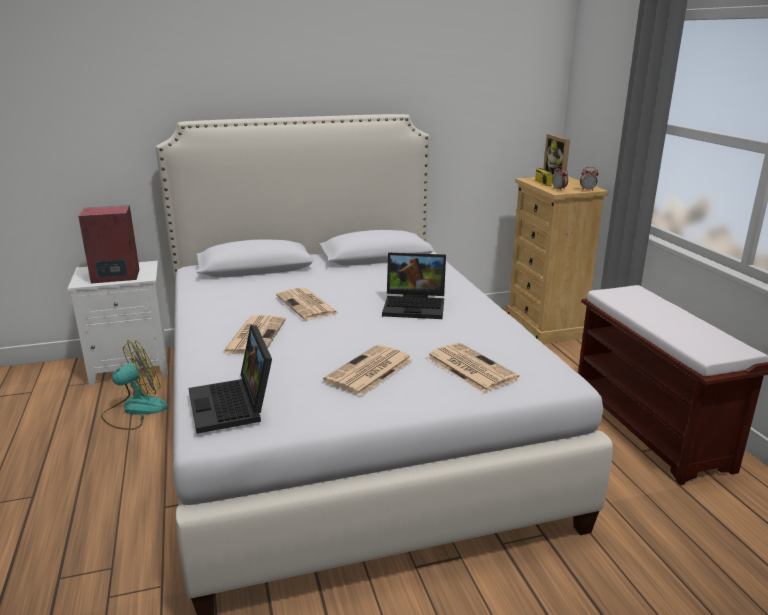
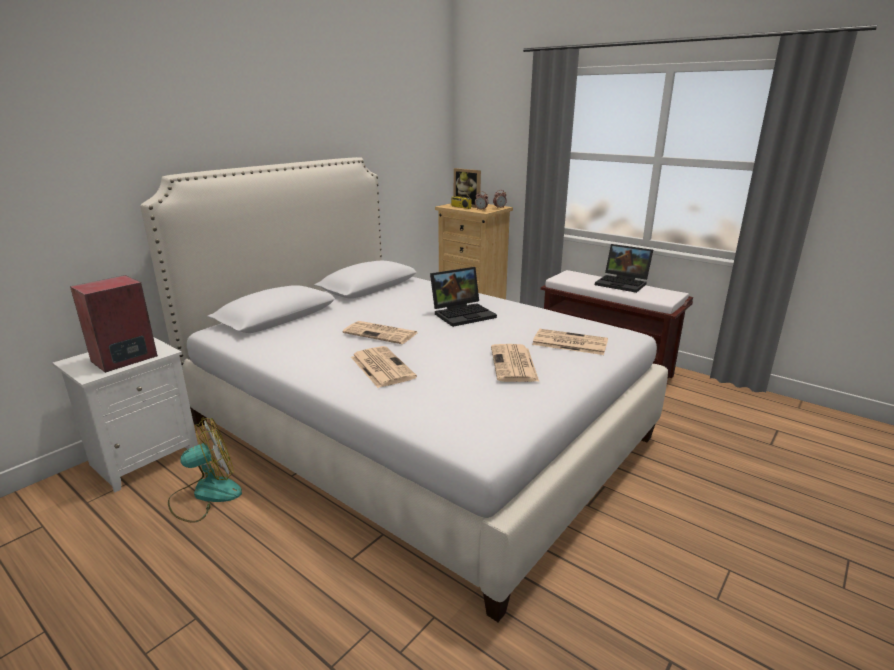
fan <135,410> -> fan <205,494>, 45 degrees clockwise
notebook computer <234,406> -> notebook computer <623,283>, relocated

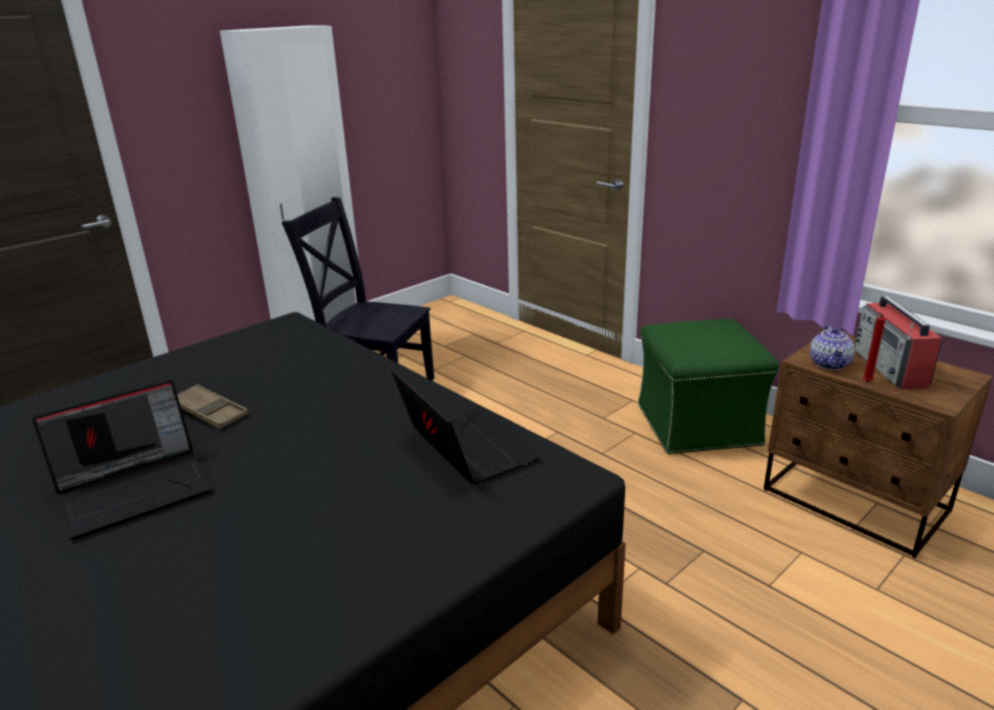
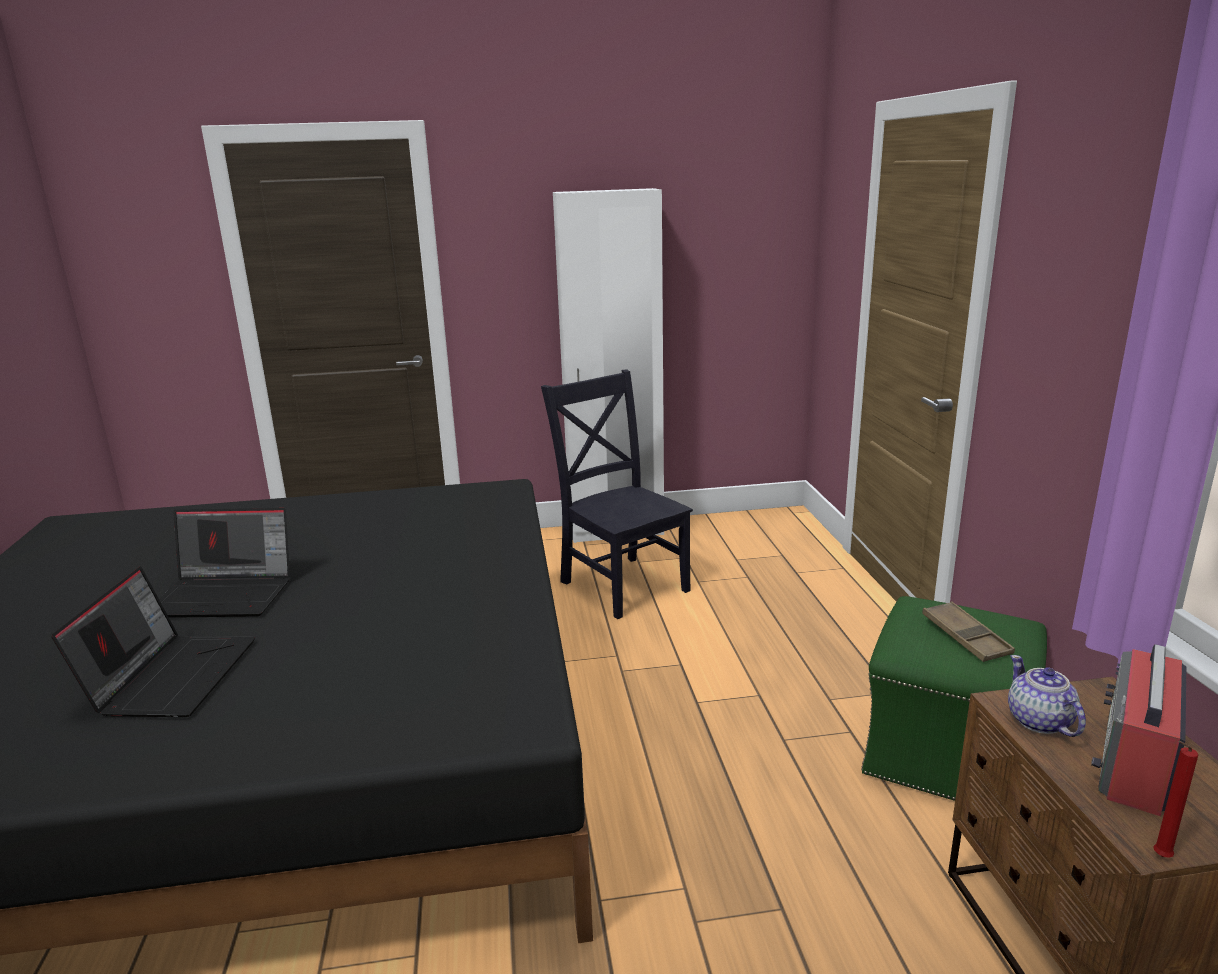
brown-coloured carrying tray <209,412> -> brown-coloured carrying tray <965,637>, relocated
notebook computer <464,448> -> notebook computer <171,675>, relocated
pot for tea <829,363> -> pot for tea <1039,721>, 120 degrees clockwise
red wax light <866,382> -> red wax light <1159,857>, relocated

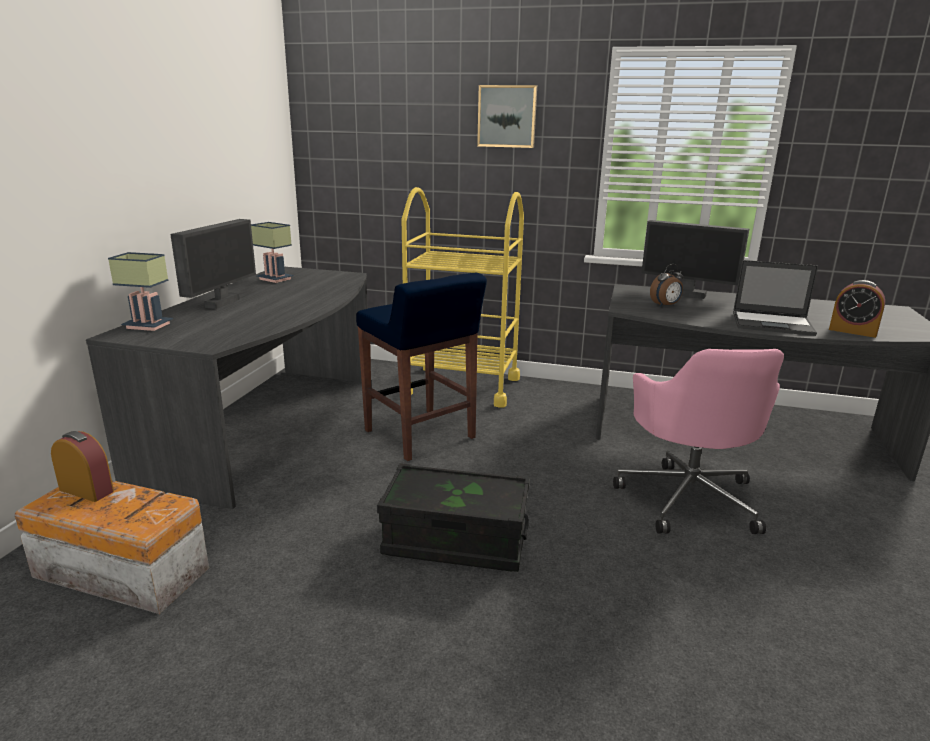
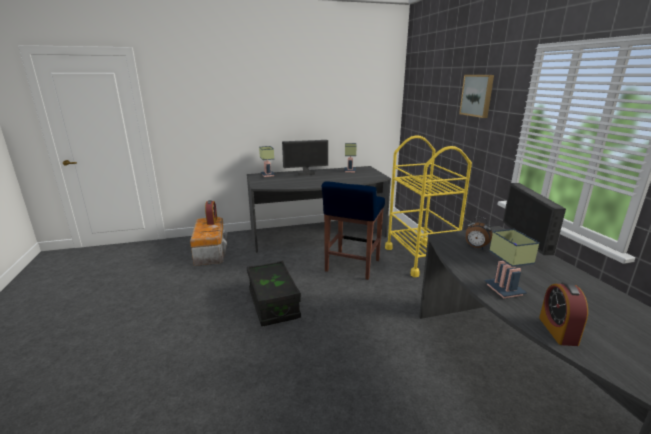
pinkish desk chair <688,497> -> none
notebook computer <773,324> -> lamp for a table <506,290>

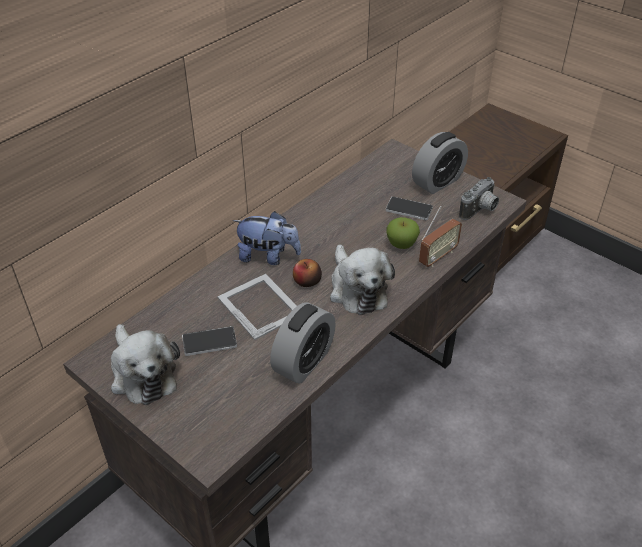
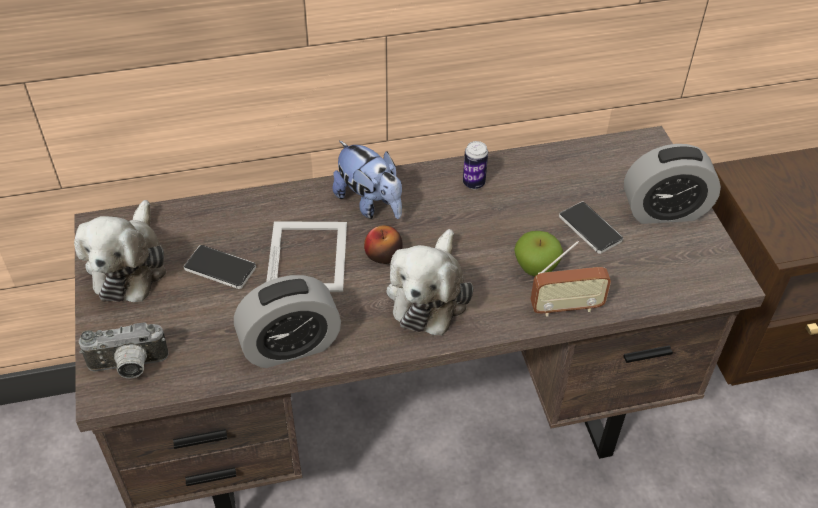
still camera <480,211> -> still camera <128,367>, relocated
none -> metal can <473,183>

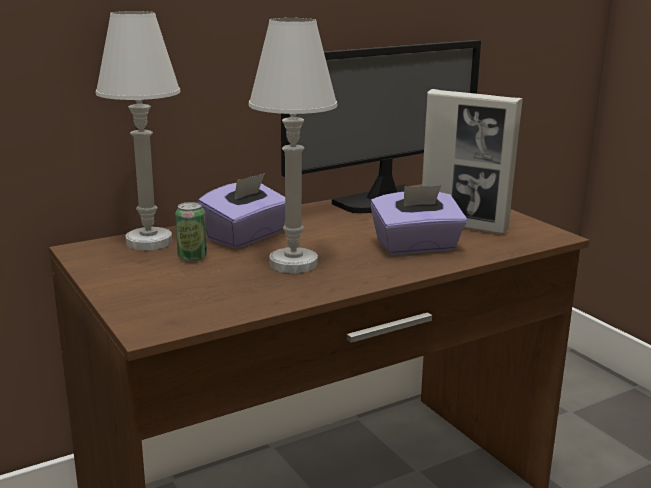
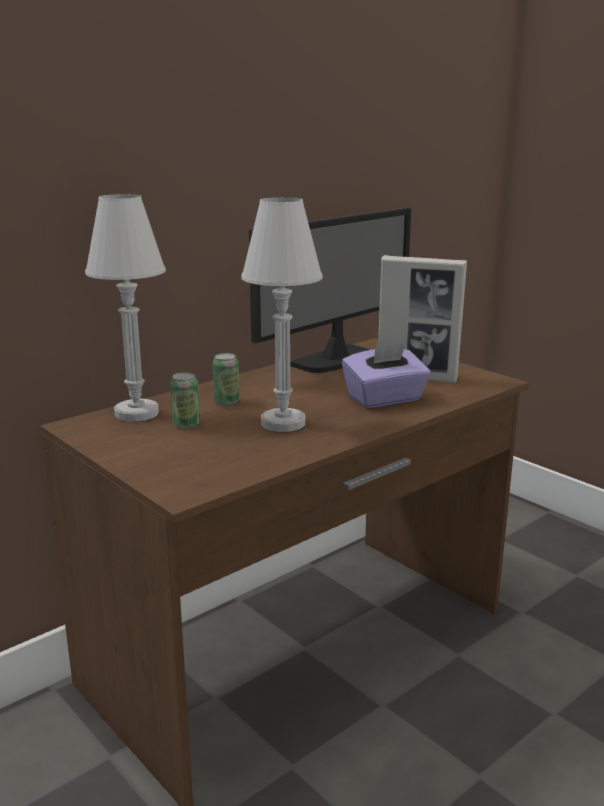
purple box of tissues <246,237> -> metal can <226,401>

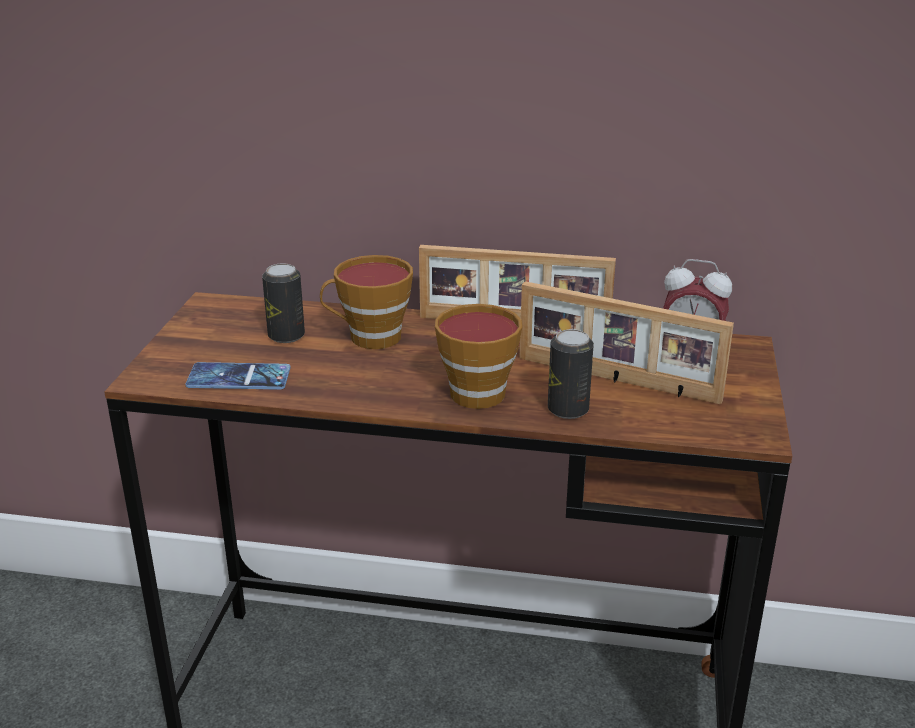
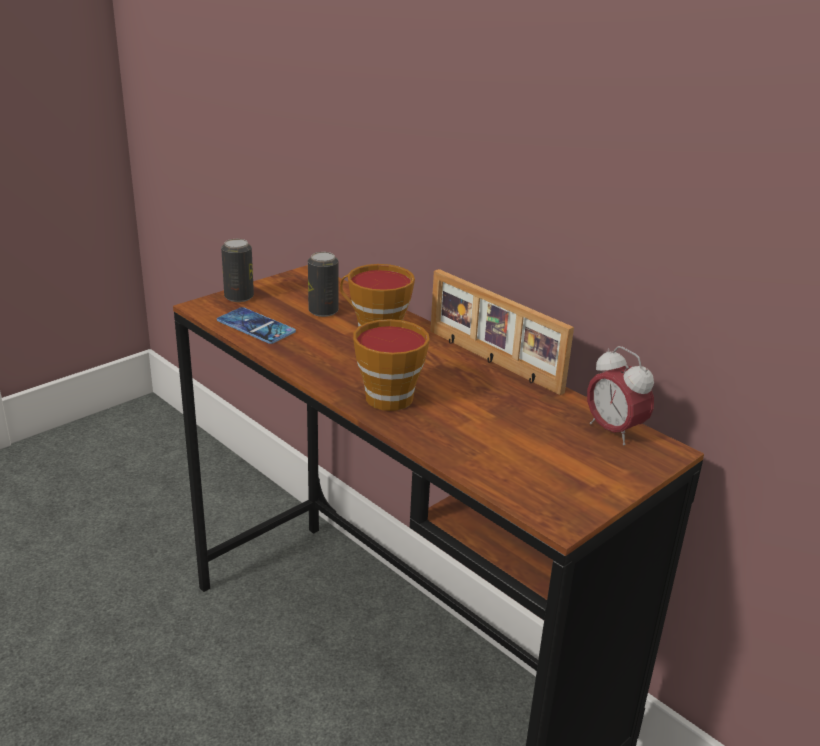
picture frame <616,380> -> none
metal can <568,410> -> metal can <239,297>, relocated

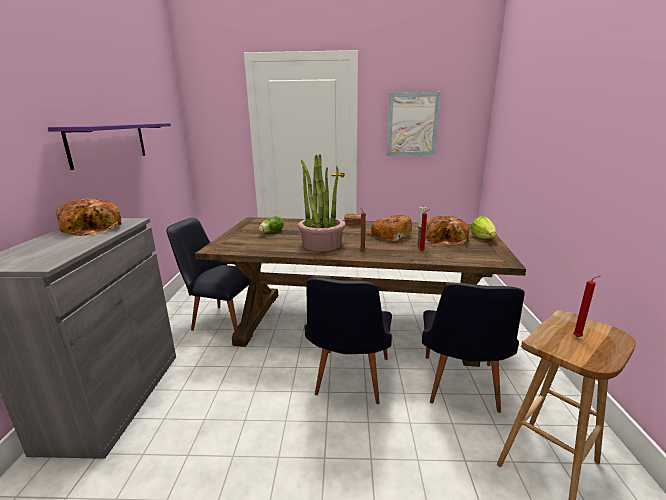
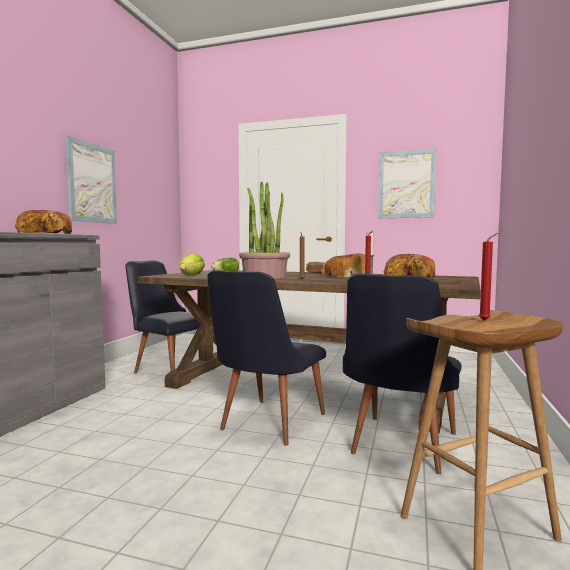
purple shelf <109,143> -> picture <92,183>
head of lettuce <483,238> -> head of lettuce <191,276>, relocated

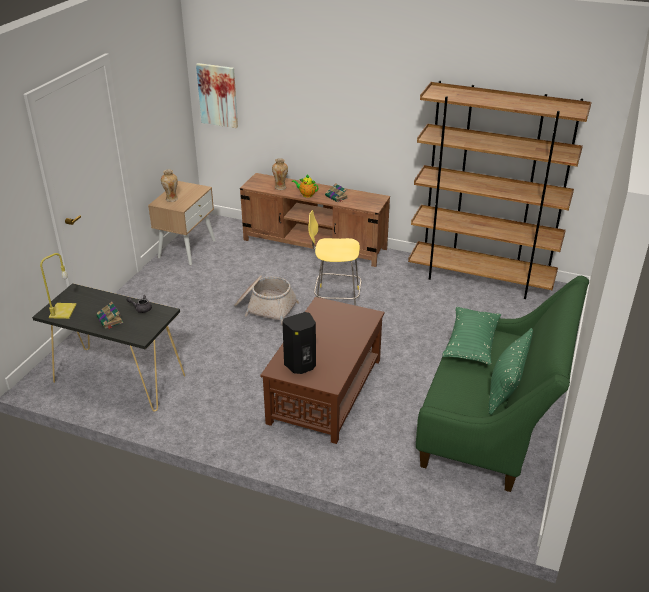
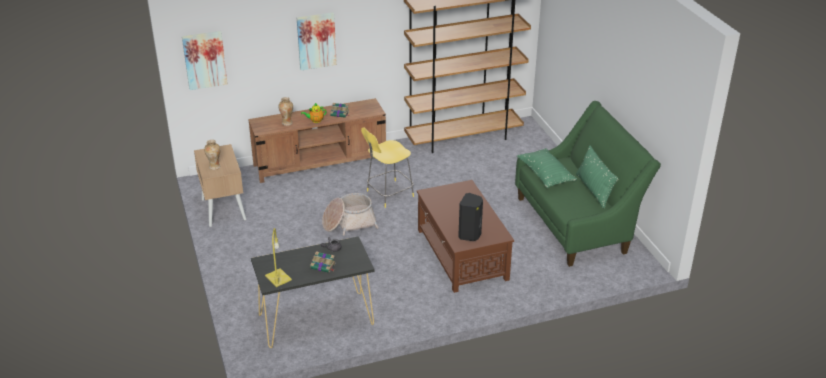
none -> picture <316,41>

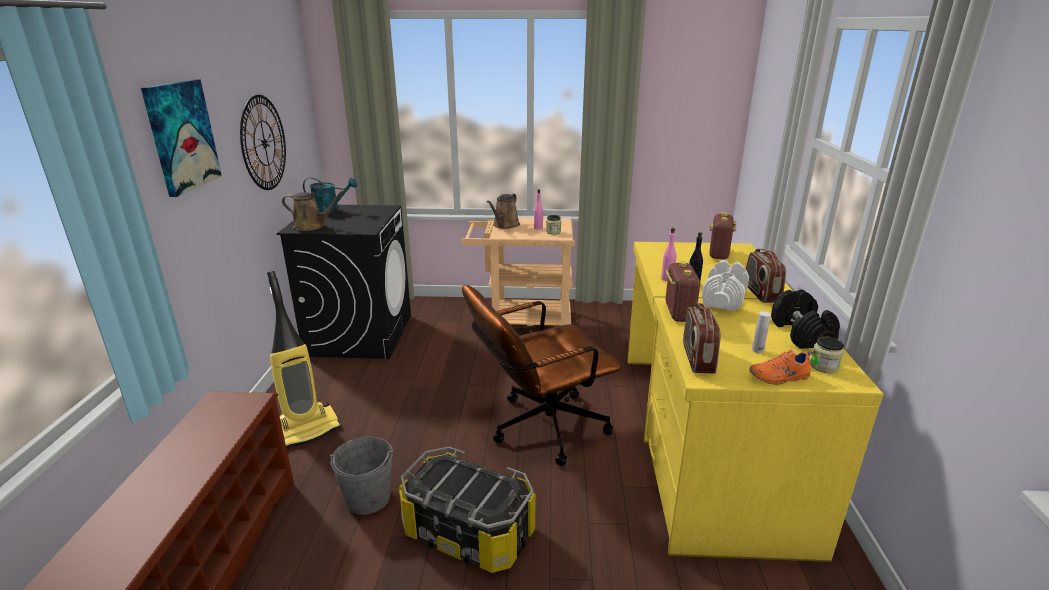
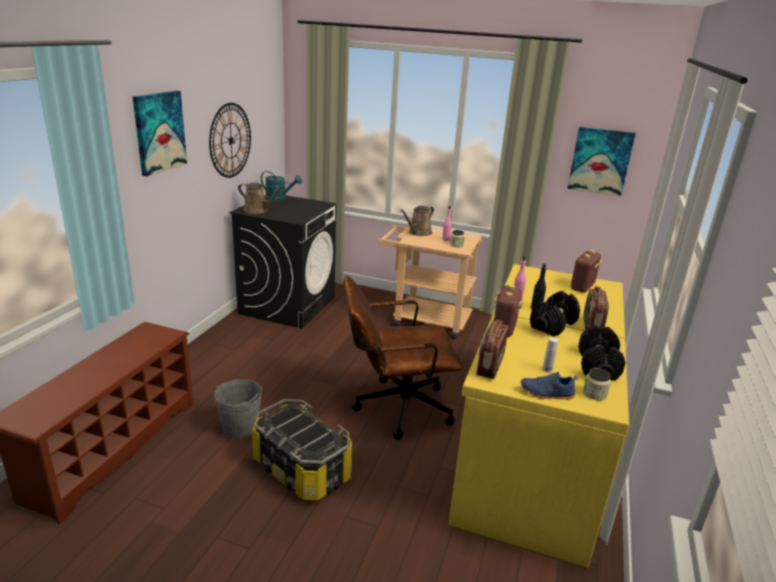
hoover <307,430> -> none
white-coloured free weight <723,299> -> blackish free weight <553,325>
orange shoe <779,378> -> blue shoe <547,394>
none -> picture <600,161>

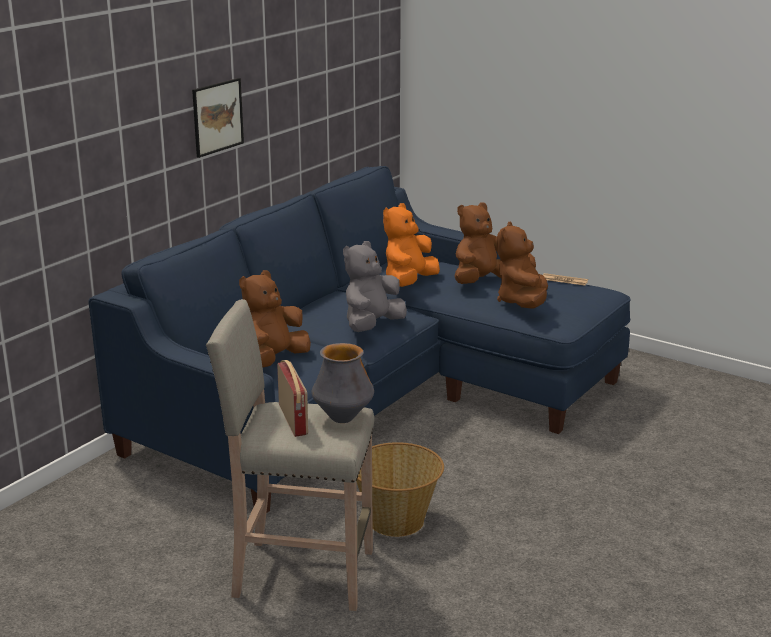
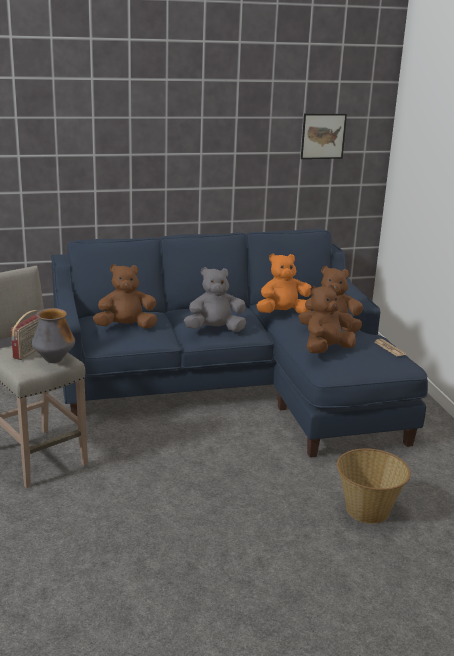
picture <217,117> -> picture <323,136>, relocated
basket <397,521> -> basket <367,510>, relocated

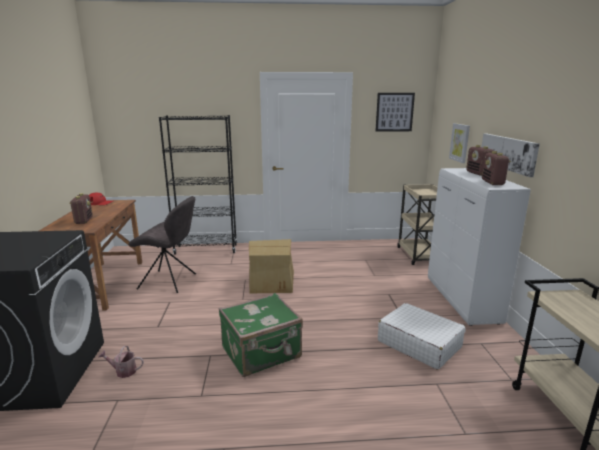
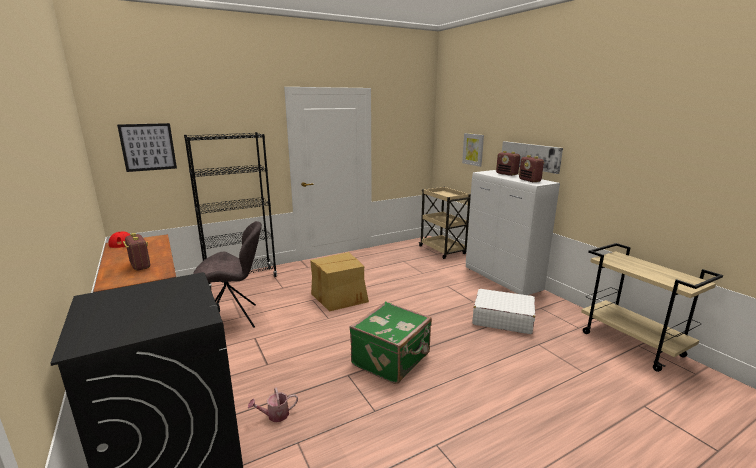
picture <394,112> -> picture <148,147>, relocated

